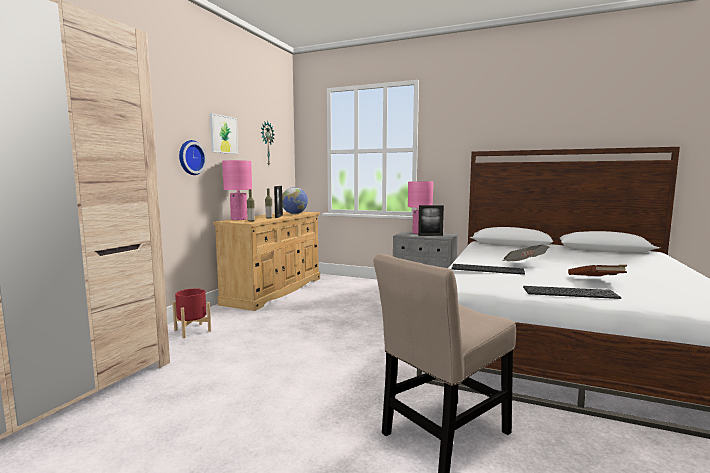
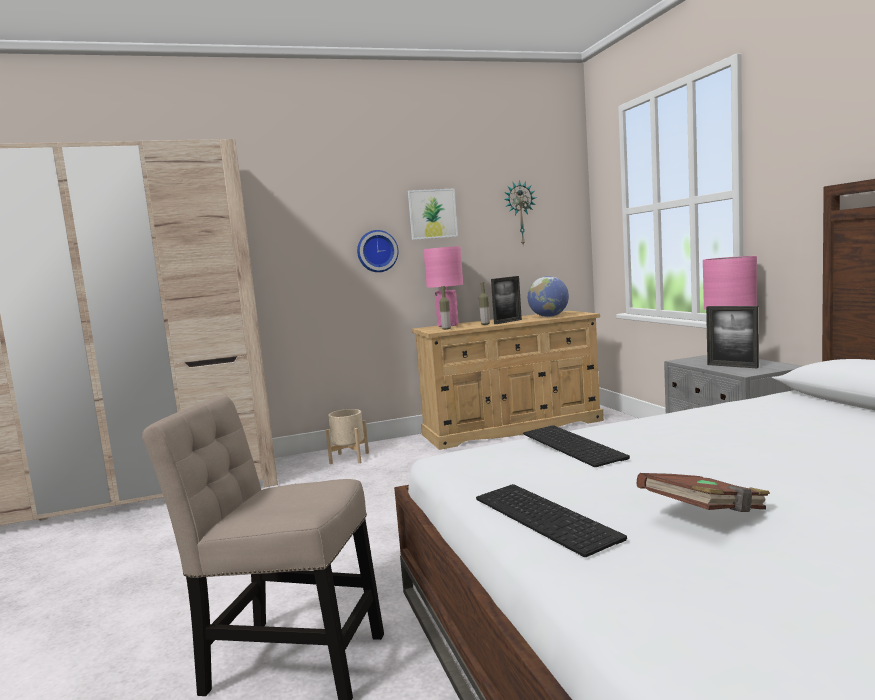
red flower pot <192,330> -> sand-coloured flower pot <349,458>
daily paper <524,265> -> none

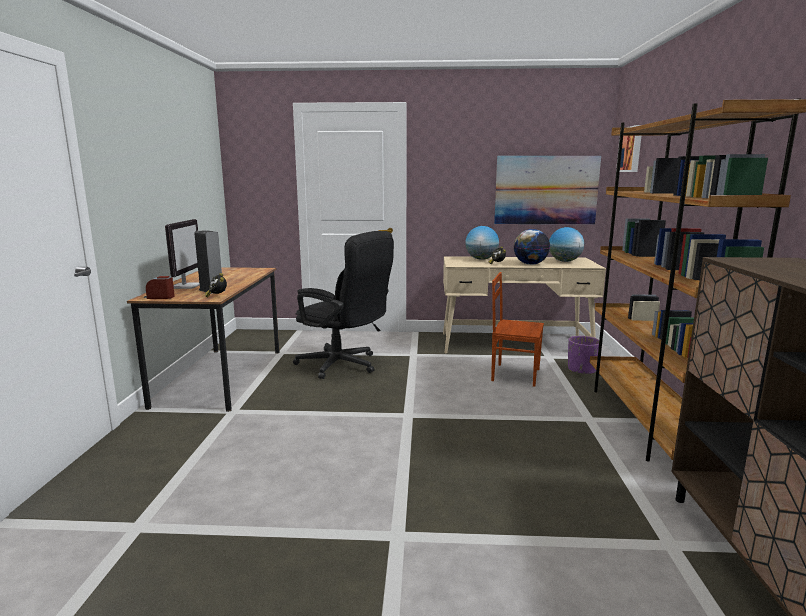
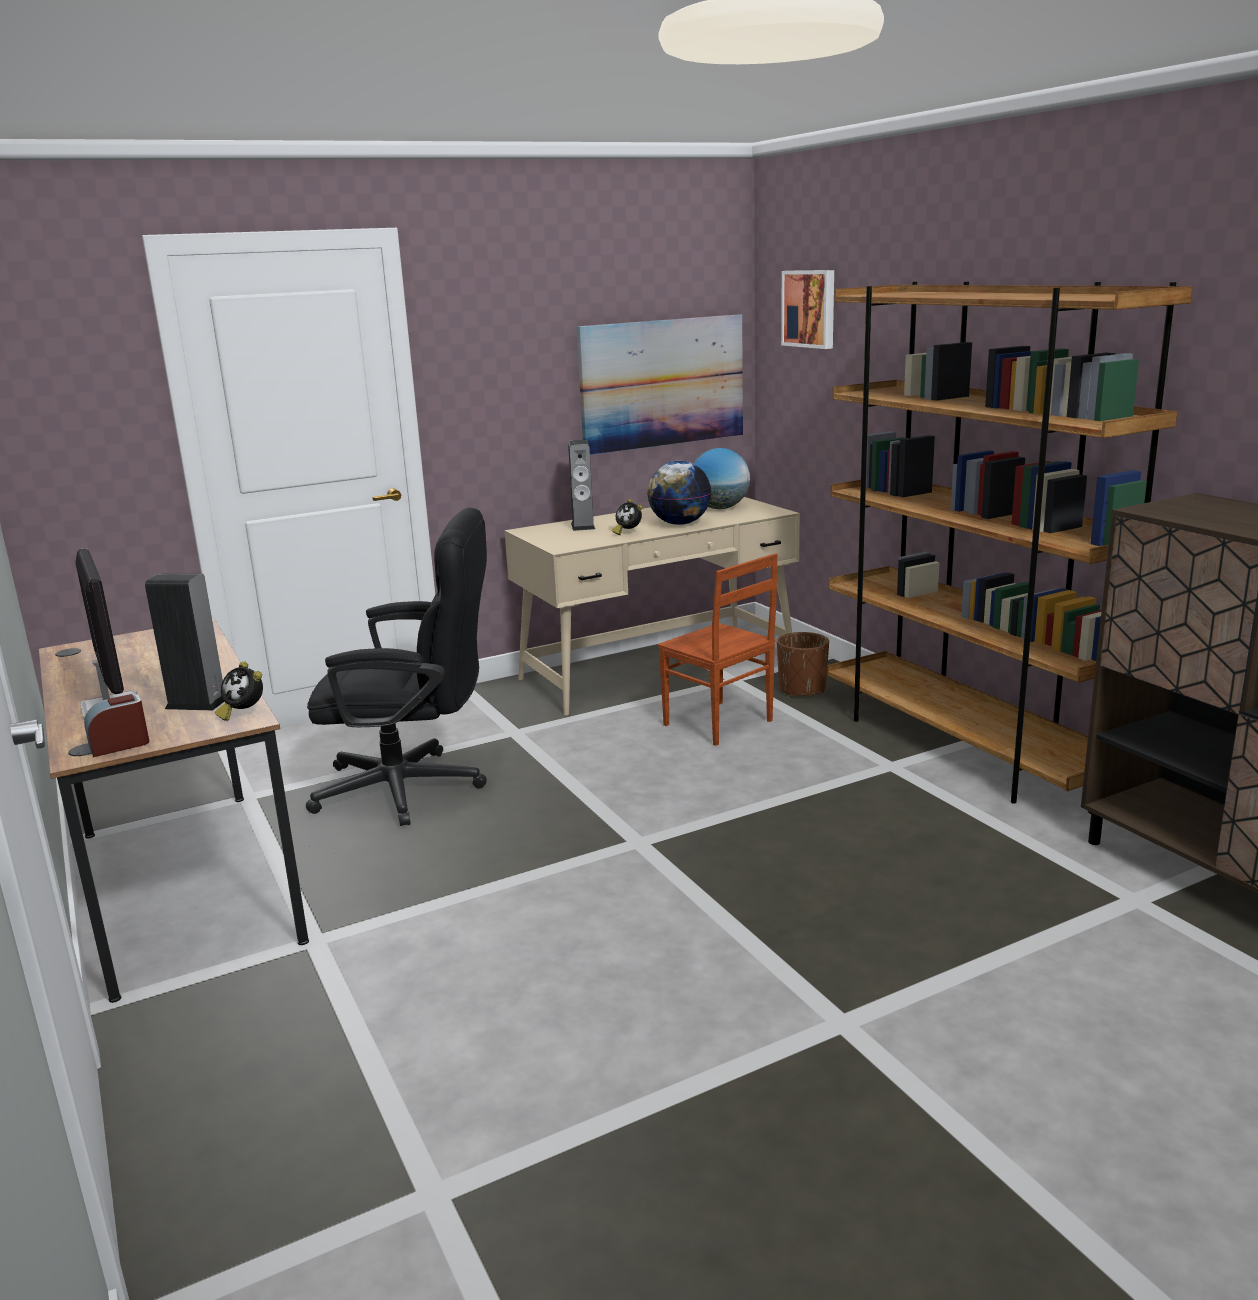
desk globe <481,259> -> speaker <583,526>
brown-coloured upright chair <514,374> -> brown-coloured upright chair <718,724>, 120 degrees counterclockwise
purple flower pot <582,370> -> brown-coloured flower pot <802,689>

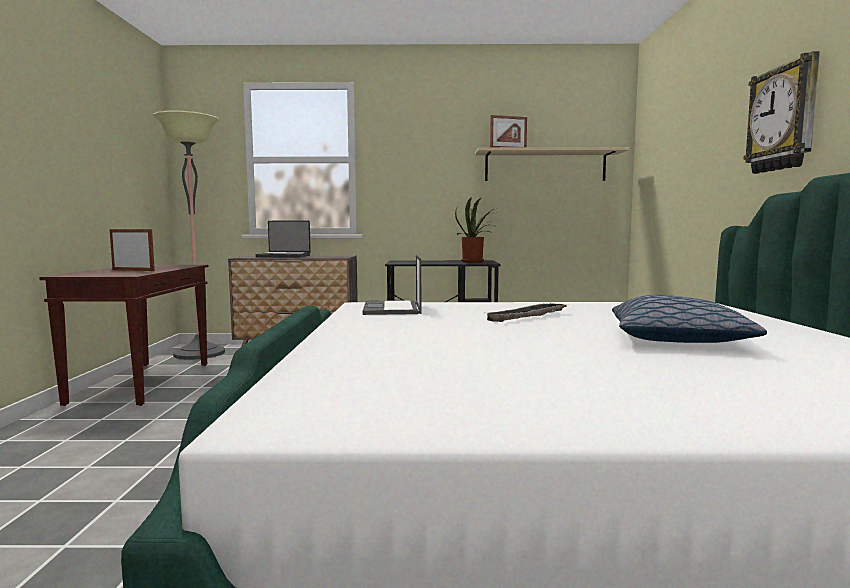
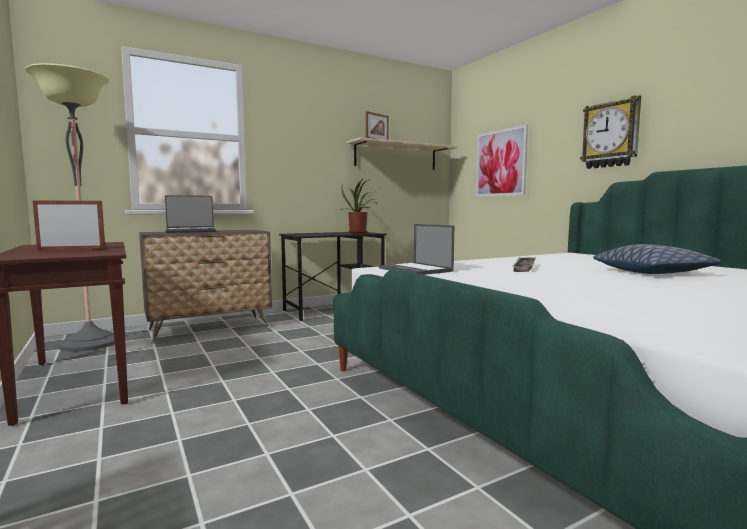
none -> picture <500,163>

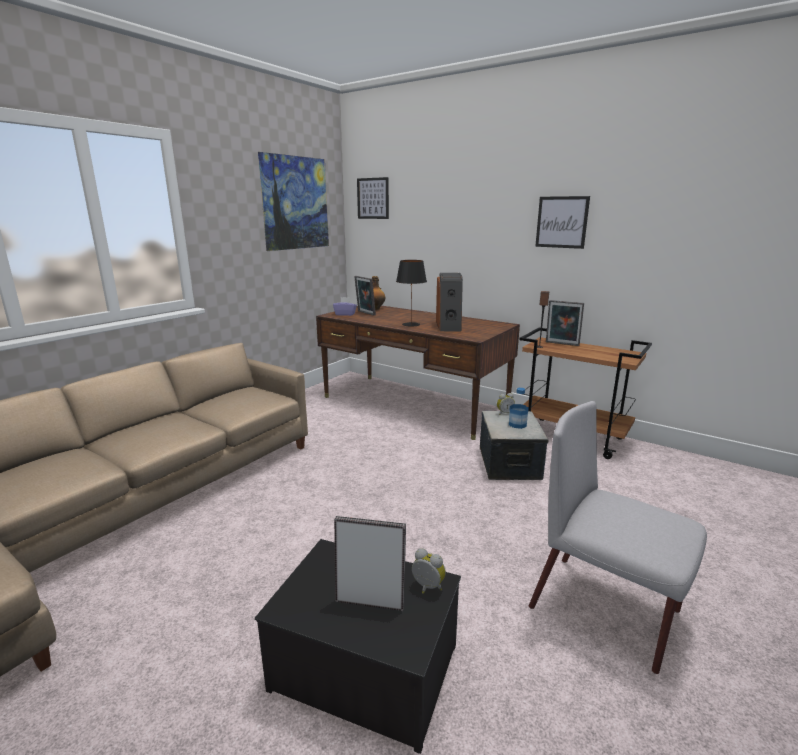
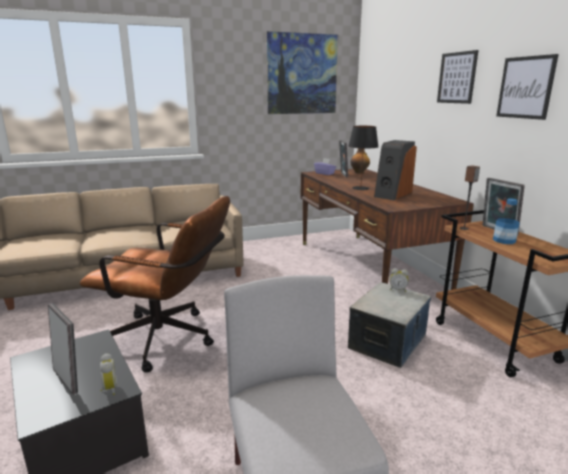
picture <373,198> -> picture <457,78>, relocated
bottle <517,424> -> bottle <504,240>, relocated
none -> brown-coloured desk chair <168,340>

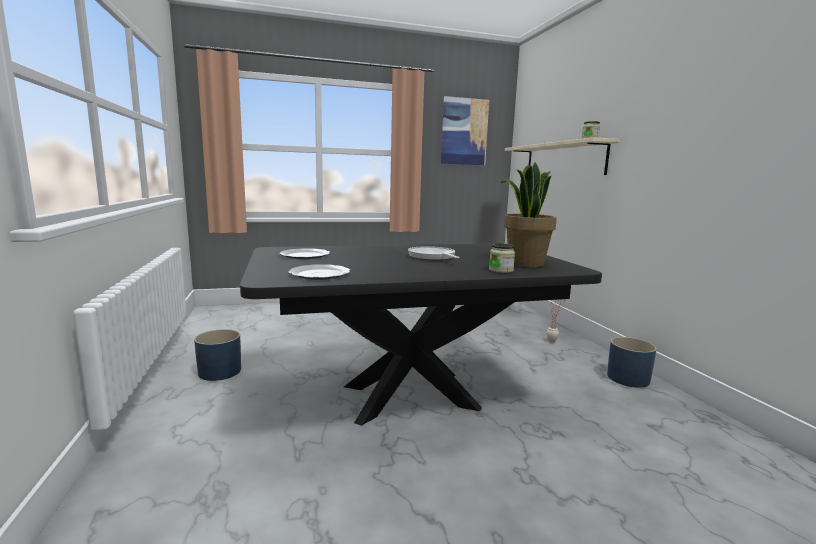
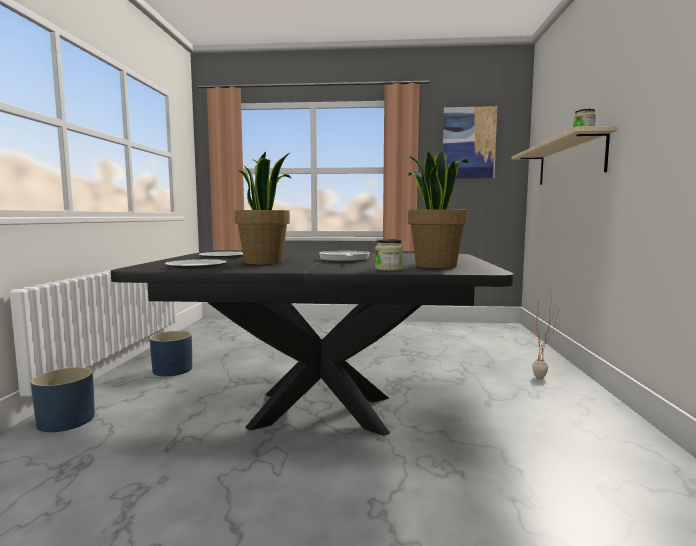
blue flower pot <628,378> -> blue flower pot <65,421>, relocated
none -> potted plant <264,262>

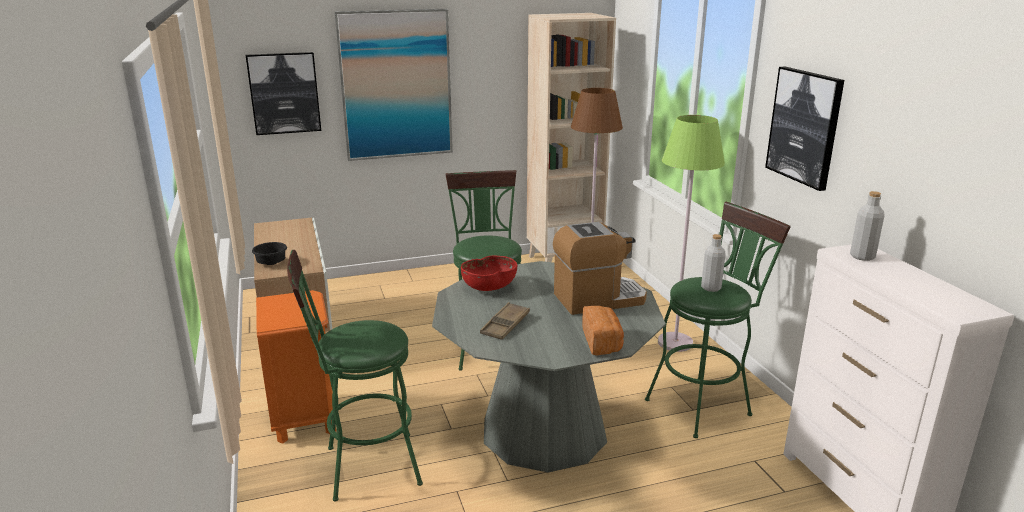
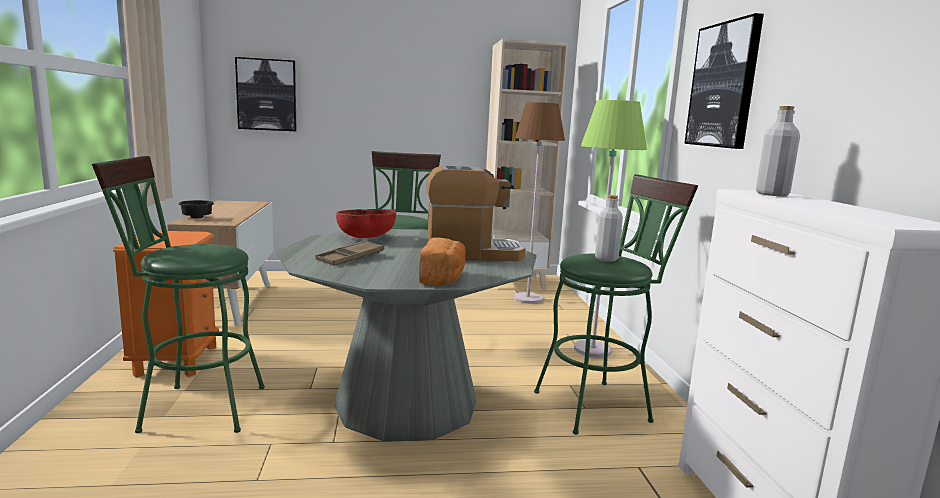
picture <396,85> -> none

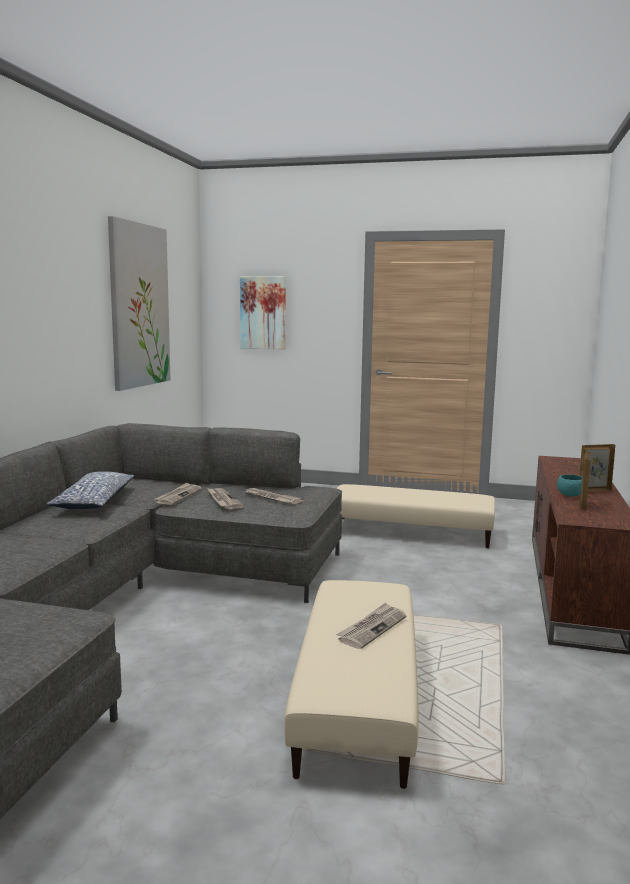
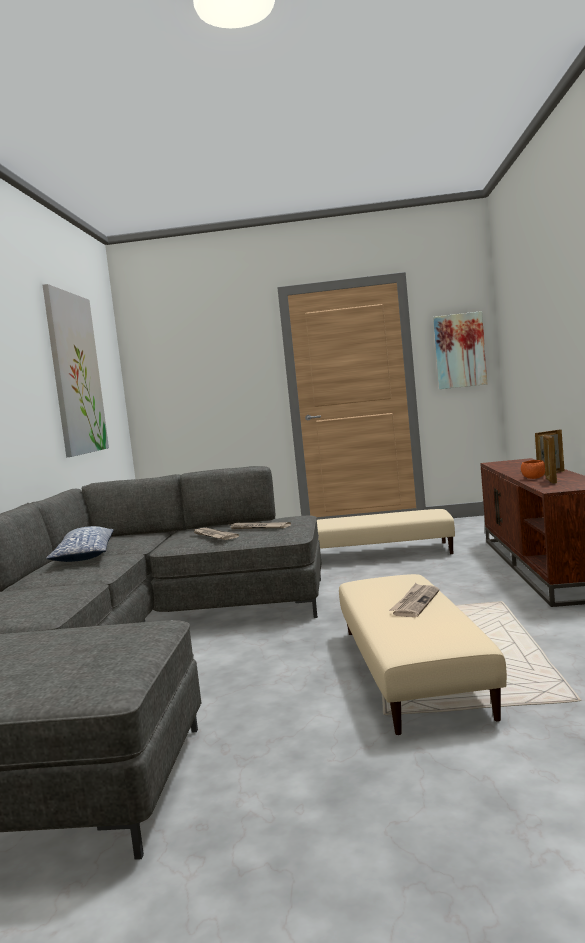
daily paper <178,496> -> none
picture <263,313> -> picture <459,350>, relocated
turquoise serving bowl <569,495> -> orange serving bowl <533,478>

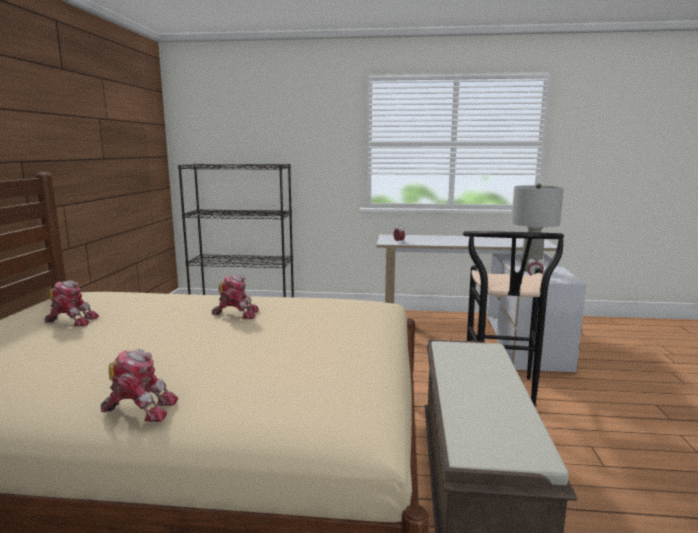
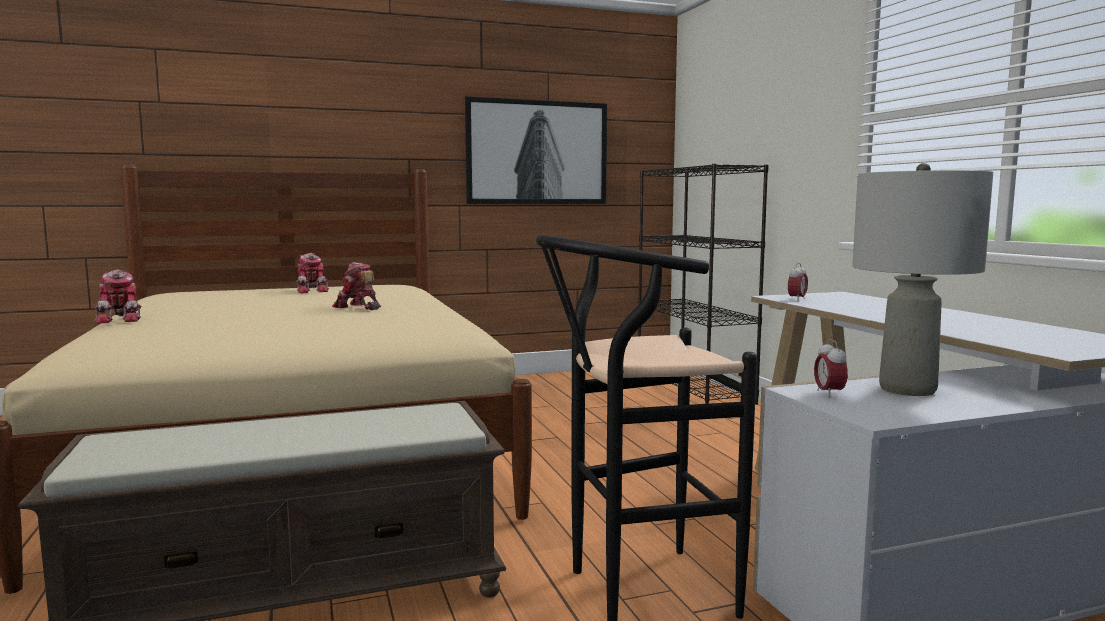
robot figure <236,314> -> robot figure <358,307>, 150 degrees clockwise
none -> picture <537,152>

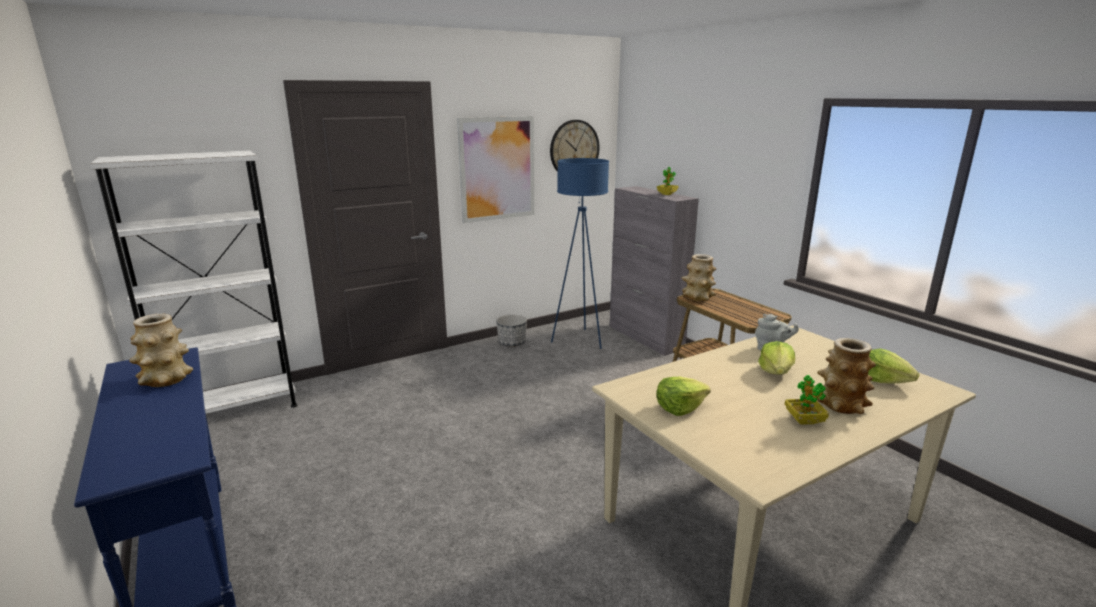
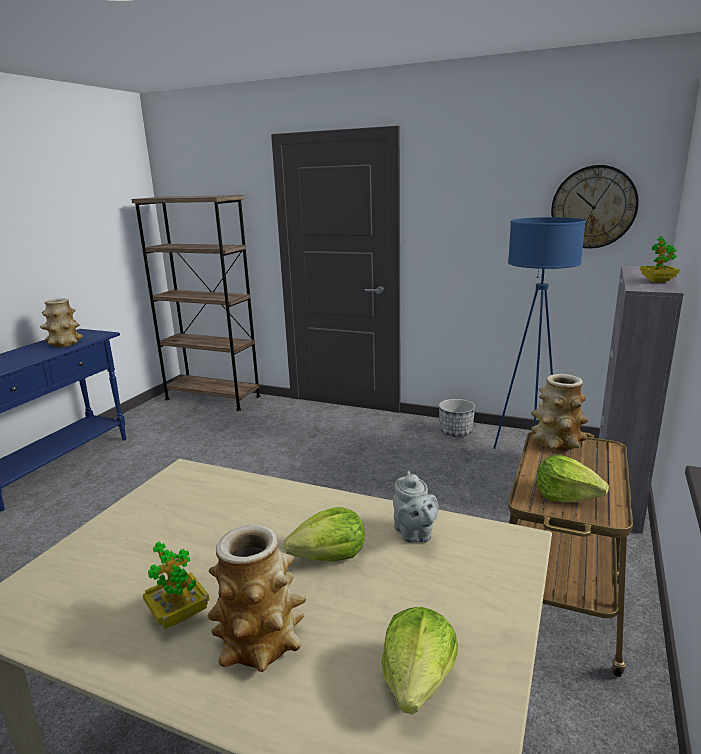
white-coloured shelving unit <232,410> -> brown-coloured shelving unit <212,398>
picture <497,169> -> none
head of lettuce <679,407> -> head of lettuce <566,495>, relocated

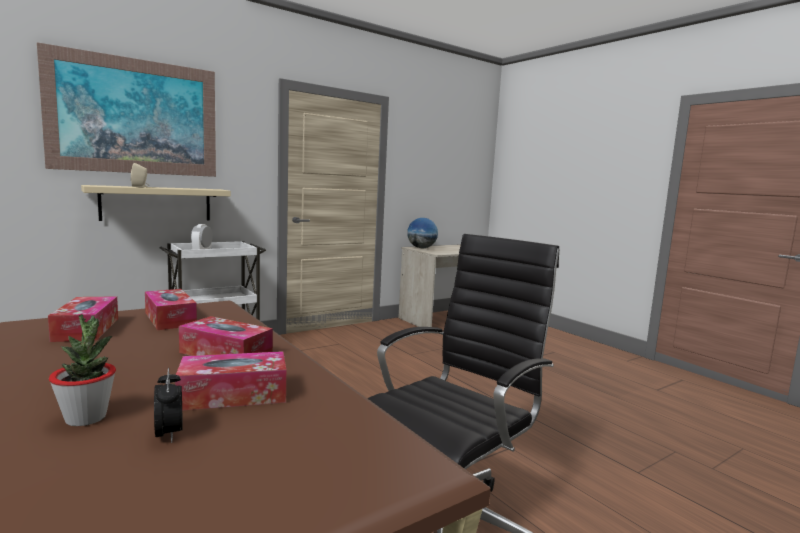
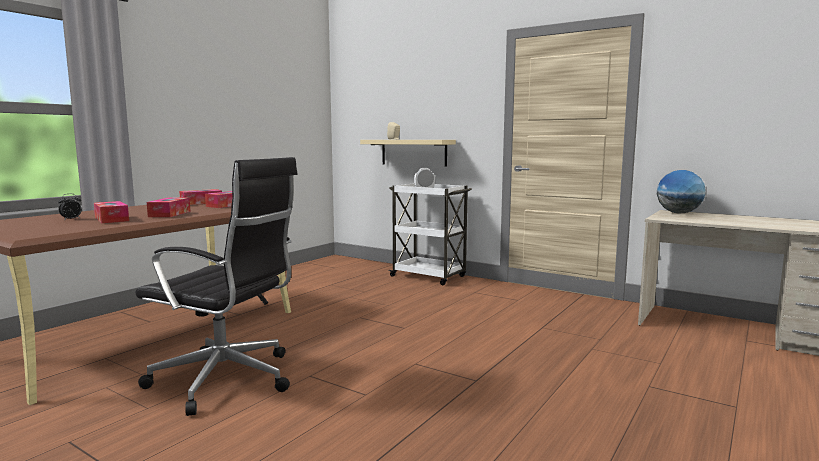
picture <135,117> -> none
potted plant <86,418> -> none

